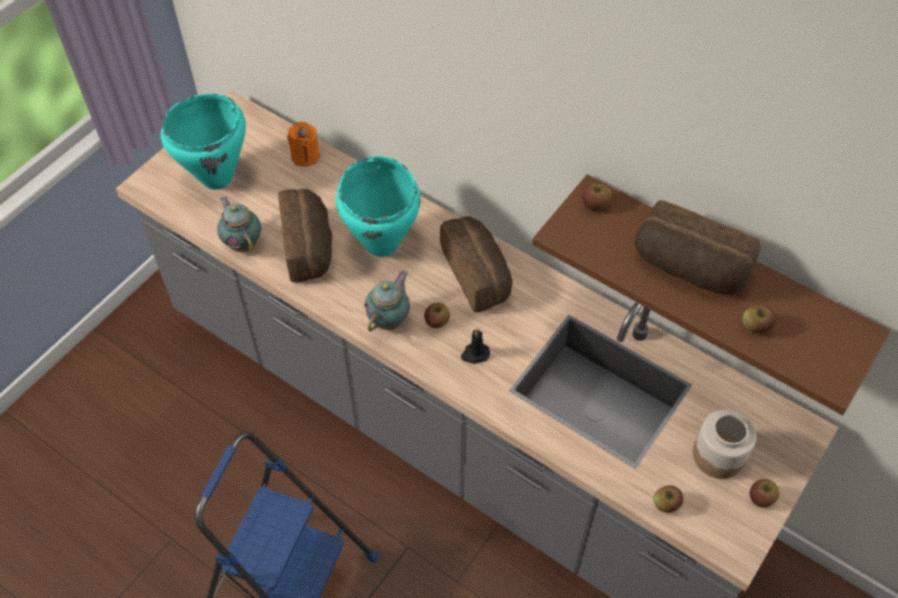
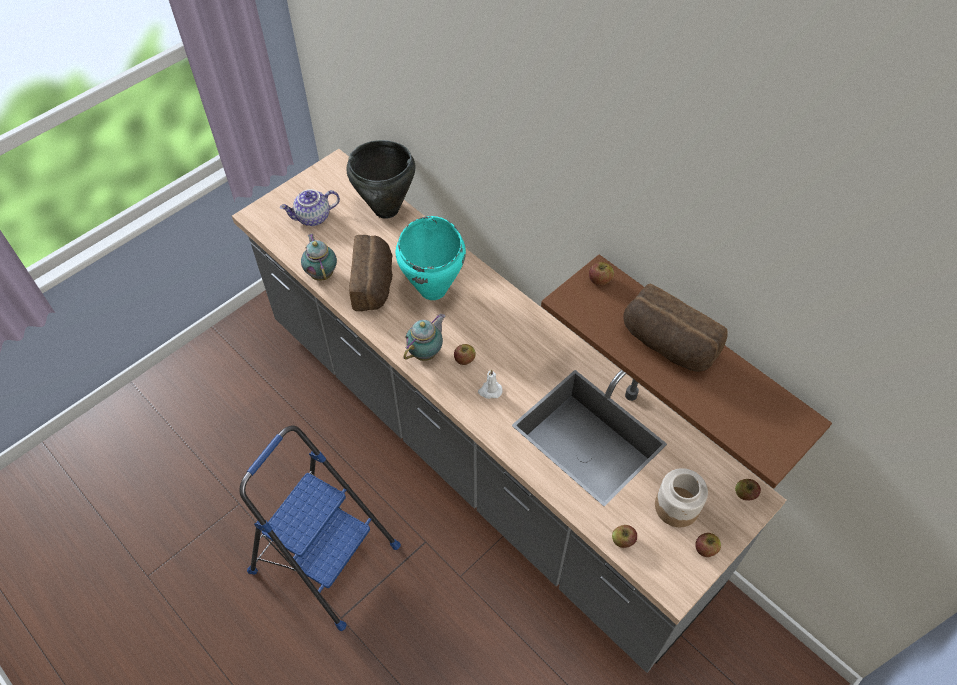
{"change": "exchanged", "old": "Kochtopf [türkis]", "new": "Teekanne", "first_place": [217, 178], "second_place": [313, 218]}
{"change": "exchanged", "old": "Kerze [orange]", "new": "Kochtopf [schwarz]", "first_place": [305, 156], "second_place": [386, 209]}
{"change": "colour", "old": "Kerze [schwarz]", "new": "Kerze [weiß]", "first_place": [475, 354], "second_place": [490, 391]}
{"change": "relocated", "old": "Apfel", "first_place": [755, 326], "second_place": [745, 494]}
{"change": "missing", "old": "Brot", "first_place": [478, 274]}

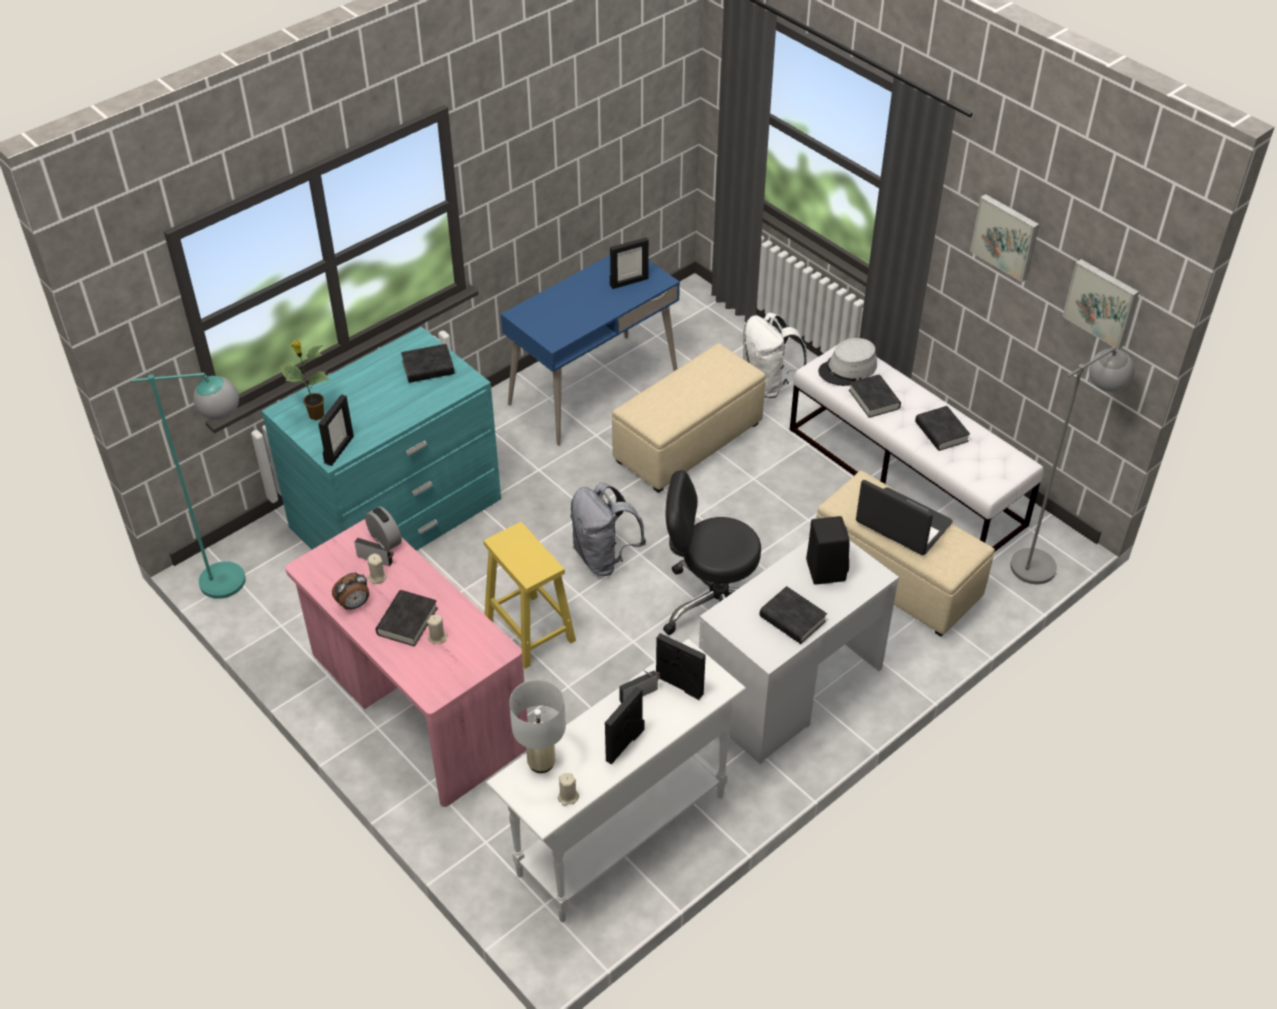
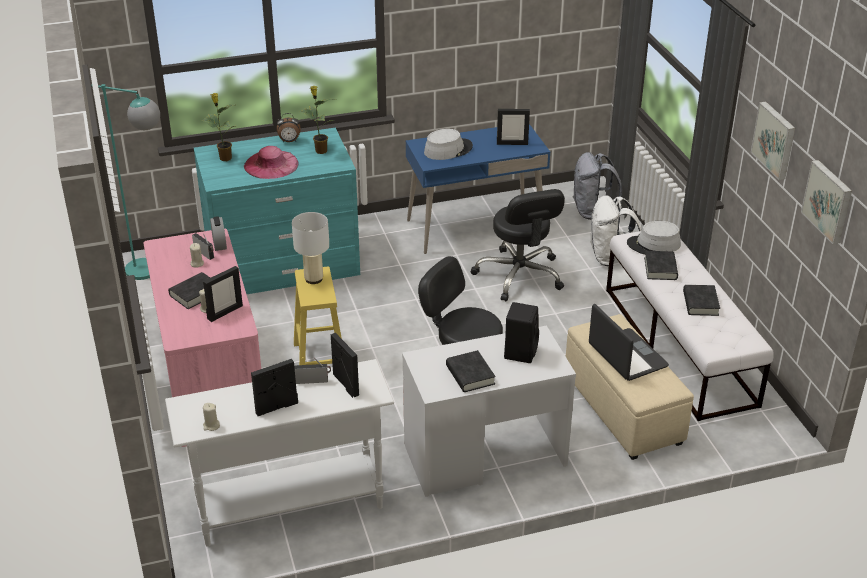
{"change": "relocated", "old": "Bilderrahmen", "first_place": [339, 450], "second_place": [225, 312]}
{"change": "appeared", "new": "Hut [rosa]", "second_place": [271, 164]}
{"change": "relocated", "old": "Wecker", "first_place": [354, 605], "second_place": [289, 141]}
{"change": "relocated", "old": "Tischlampe [weiß]", "first_place": [542, 763], "second_place": [314, 279]}
{"change": "exchanged", "old": "Buch [schwarz]", "new": "Topfpflanze", "first_place": [428, 367], "second_place": [320, 151]}
{"change": "appeared", "new": "Hut [grau]", "second_place": [448, 150]}
{"change": "exchanged", "old": "Polsterhocker [beige]", "new": "Bürostuhl [schwarz]", "first_place": [687, 443], "second_place": [520, 278]}
{"change": "relocated", "old": "Rucksack [grau]", "first_place": [604, 558], "second_place": [592, 211]}
{"change": "missing", "old": "Stehlampe [grau]", "first_place": [1044, 559]}

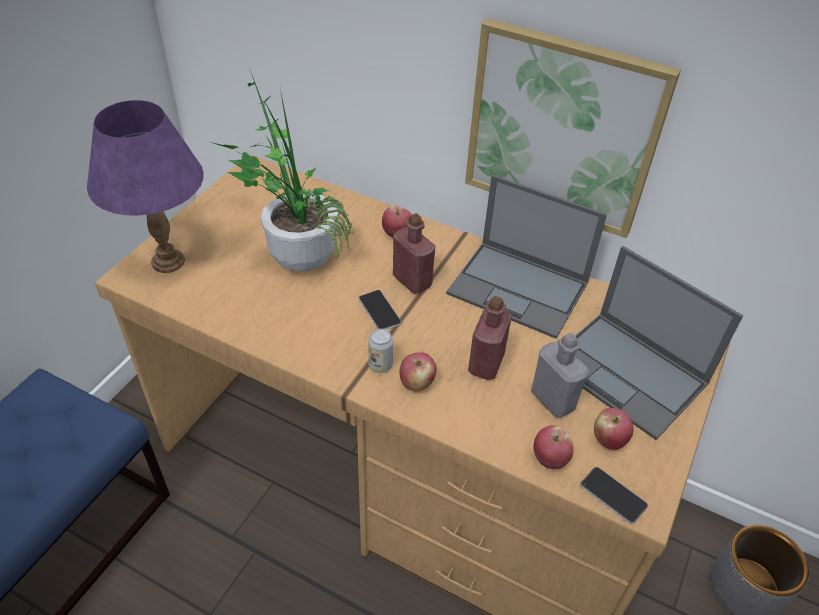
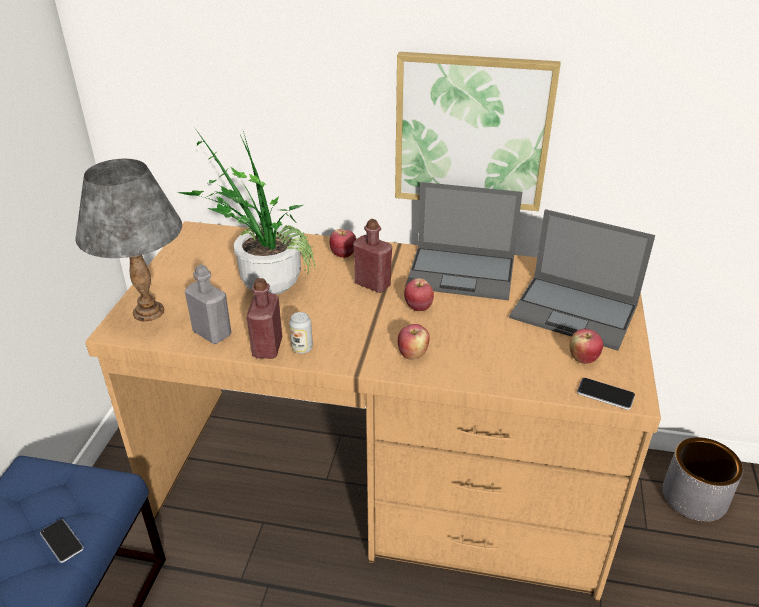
{"change": "relocated", "old": "Handy", "first_place": [379, 311], "second_place": [62, 541]}
{"change": "colour", "old": "Tischlampe [lila]", "new": "Tischlampe [grau]", "first_place": [168, 262], "second_place": [149, 312]}
{"change": "relocated", "old": "Flasche [grau]", "first_place": [553, 400], "second_place": [212, 333]}
{"change": "relocated", "old": "Flasche [rot]", "first_place": [486, 363], "second_place": [267, 348]}
{"change": "relocated", "old": "Dose", "first_place": [380, 365], "second_place": [302, 348]}
{"change": "relocated", "old": "Apfel", "first_place": [549, 459], "second_place": [418, 307]}

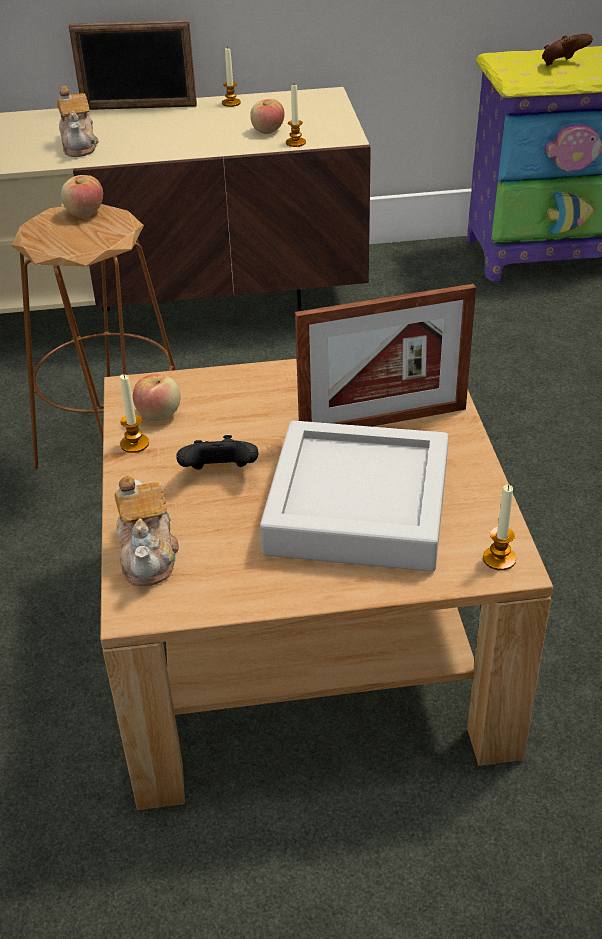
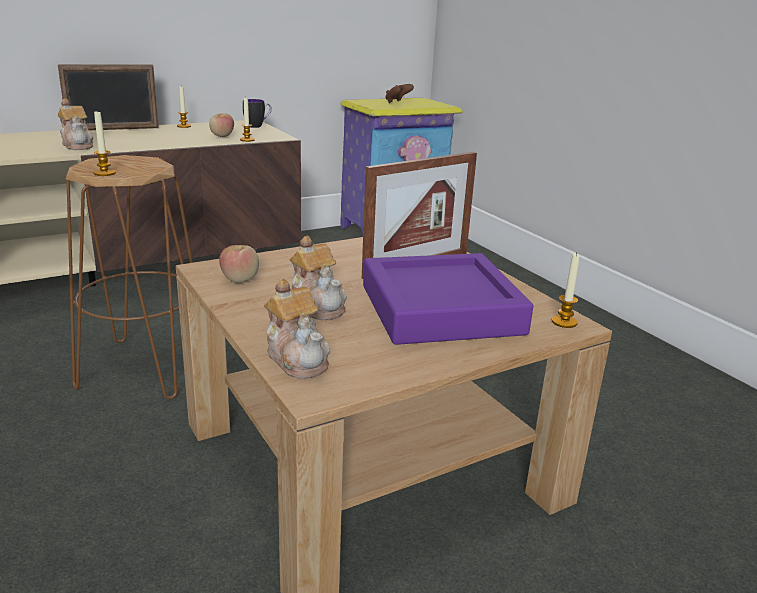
{"change": "relocated", "old": "Kerze", "first_place": [134, 444], "second_place": [104, 173]}
{"change": "appeared", "new": "Henkelbecher", "second_place": [258, 126]}
{"change": "exchanged", "old": "Gamepad [schwarz]", "new": "Teekanne", "first_place": [220, 474], "second_place": [318, 305]}
{"change": "colour", "old": "Tablett [grau]", "new": "Tablett [lila]", "first_place": [358, 507], "second_place": [440, 309]}
{"change": "missing", "old": "Apfel", "first_place": [84, 213]}

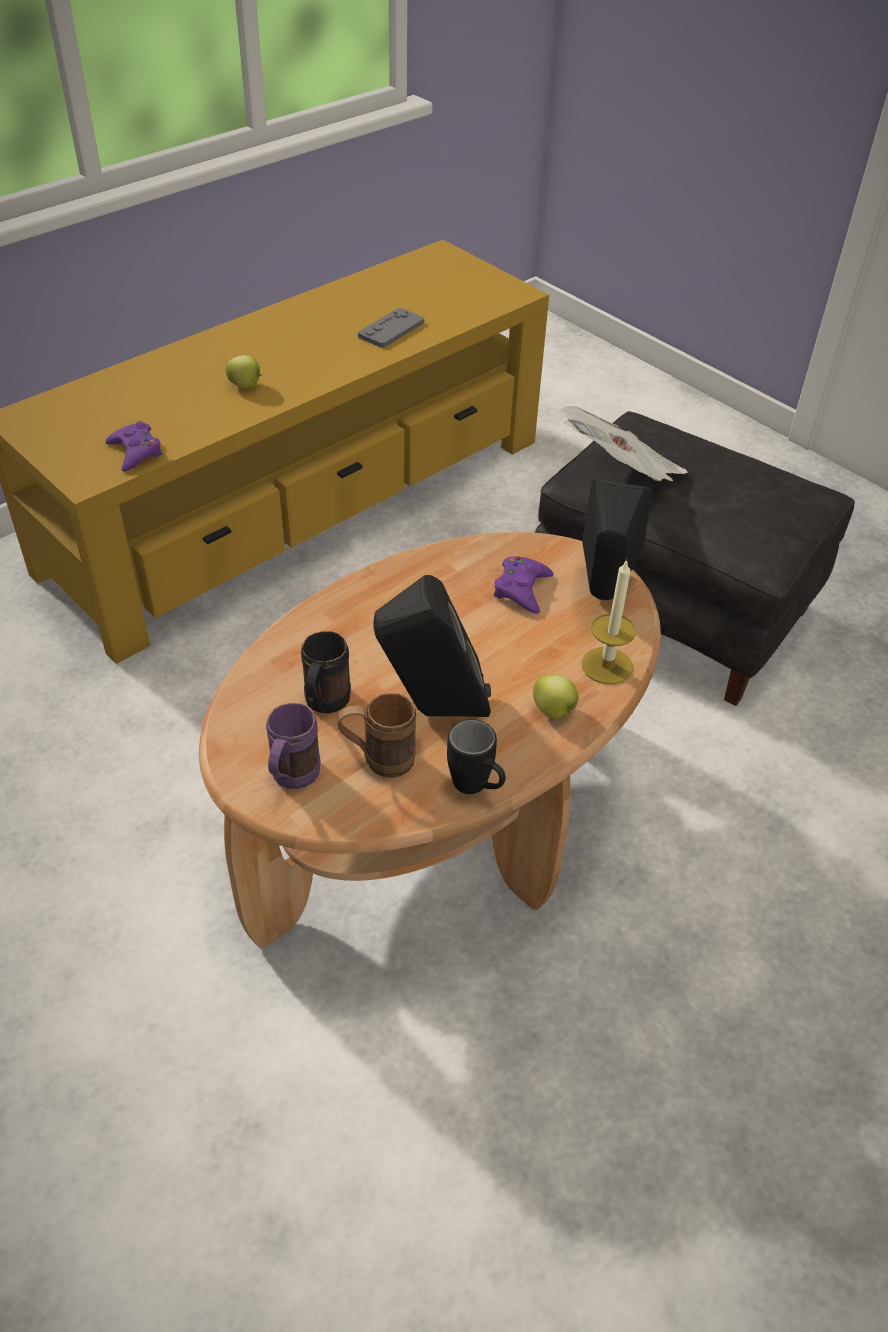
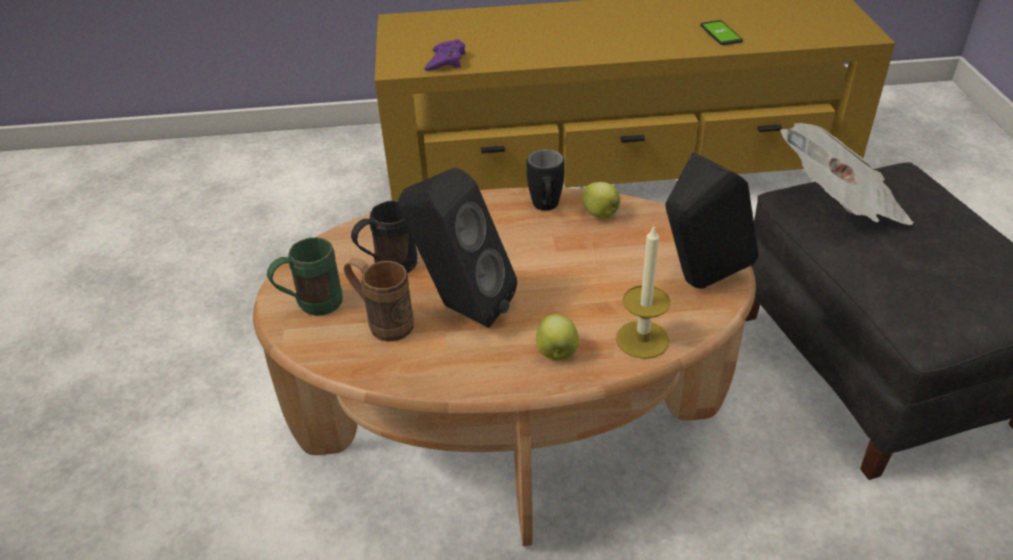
{"change": "colour", "old": "Henkelbecher [lila]", "new": "Henkelbecher [grün]", "first_place": [291, 780], "second_place": [311, 306]}
{"change": "relocated", "old": "Henkelbecher [schwarz]", "first_place": [477, 789], "second_place": [546, 208]}
{"change": "relocated", "old": "Apfel", "first_place": [246, 386], "second_place": [601, 215]}
{"change": "exchanged", "old": "Gamepad [grau]", "new": "Handy", "first_place": [391, 329], "second_place": [721, 34]}
{"change": "missing", "old": "Gamepad [lila]", "first_place": [522, 589]}

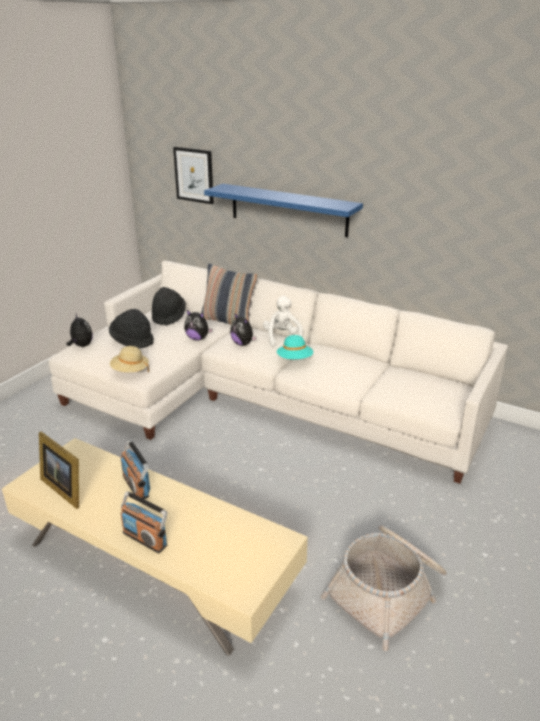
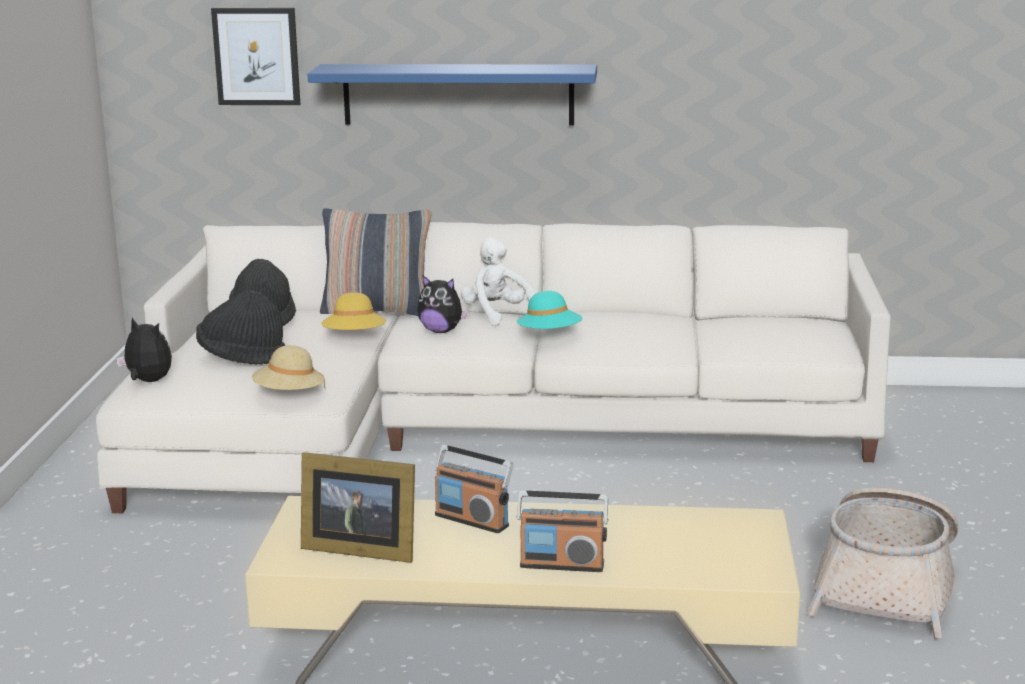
{"change": "exchanged", "old": "Plüschtier", "new": "Hut [gelb]", "first_place": [198, 338], "second_place": [354, 337]}

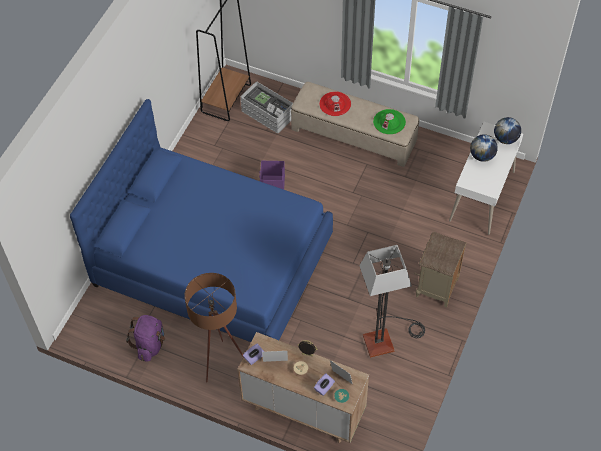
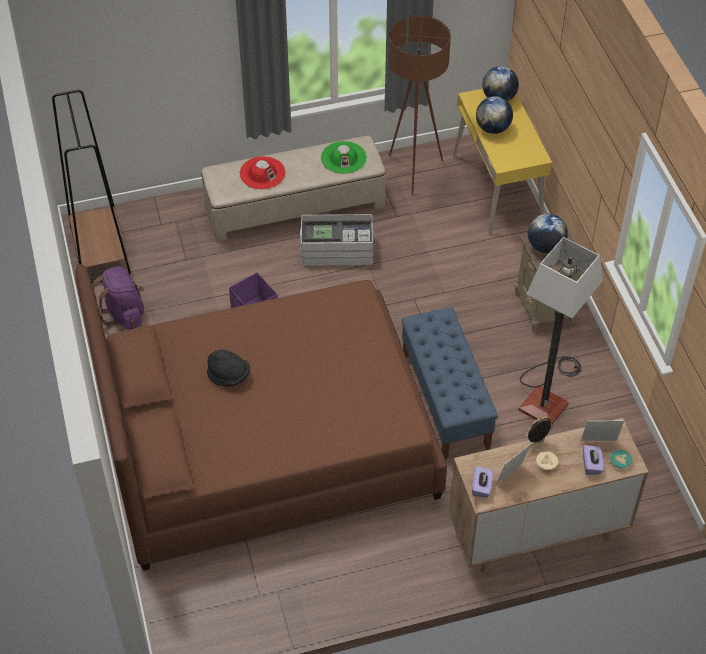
{"change": "colour", "old": "Bett [blau]", "new": "Bett [braun]", "first_place": [213, 260], "second_place": [267, 442]}
{"change": "relocated", "old": "Rucksack [lila]", "first_place": [150, 344], "second_place": [124, 313]}
{"change": "appeared", "new": "Hut [schwarz]", "second_place": [229, 376]}
{"change": "relocated", "old": "Aufbewahrungsbox [grau]", "first_place": [268, 113], "second_place": [337, 250]}
{"change": "relocated", "old": "Stehlampe [braun]", "first_place": [222, 367], "second_place": [413, 175]}
{"change": "appeared", "new": "Bank [blau]", "second_place": [445, 401]}
{"change": "colour", "old": "Schreibtisch [weiß]", "new": "Schreibtisch [gelb]", "first_place": [482, 196], "second_place": [497, 188]}
{"change": "appeared", "new": "Globus", "second_place": [545, 246]}

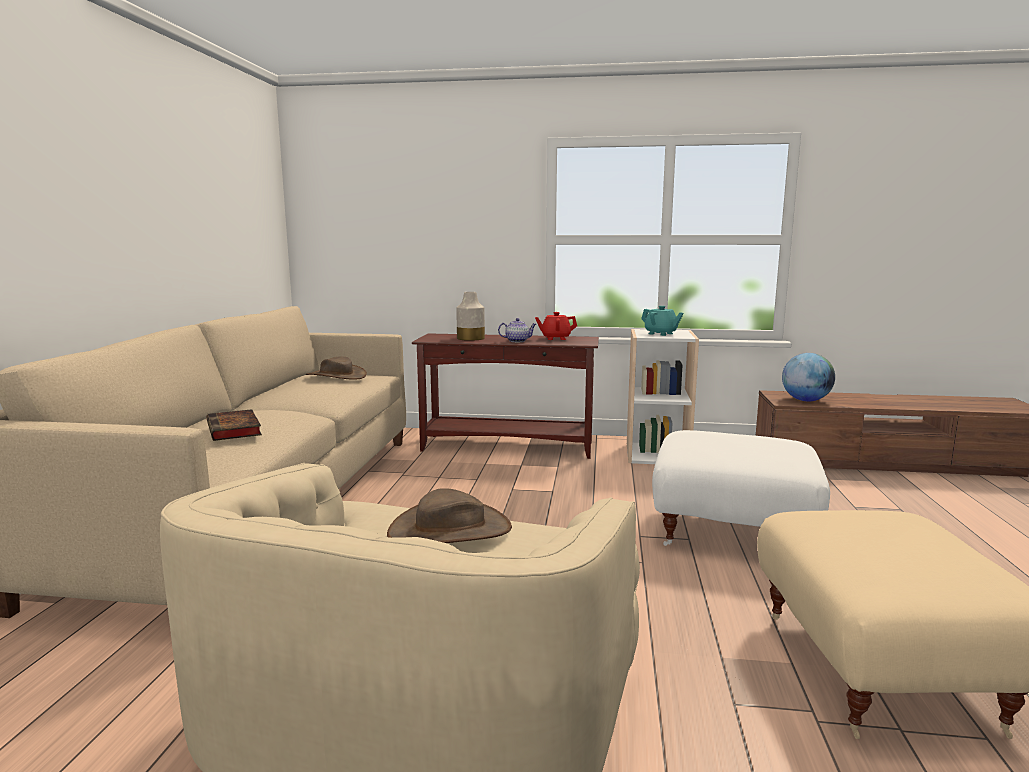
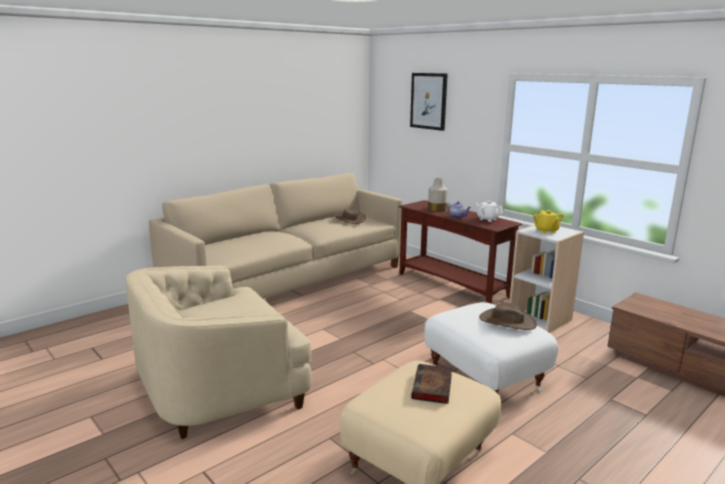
{"change": "appeared", "new": "Bild", "second_place": [428, 101]}
{"change": "relocated", "old": "Buch", "first_place": [235, 430], "second_place": [432, 387]}
{"change": "colour", "old": "Teekanne [rot]", "new": "Teekanne [weiß]", "first_place": [555, 338], "second_place": [487, 219]}
{"change": "relocated", "old": "Hut [braun]", "first_place": [450, 530], "second_place": [507, 321]}
{"change": "colour", "old": "Teekanne [türkis]", "new": "Teekanne [gelb]", "first_place": [661, 333], "second_place": [546, 231]}
{"change": "missing", "old": "Globus", "first_place": [805, 400]}

